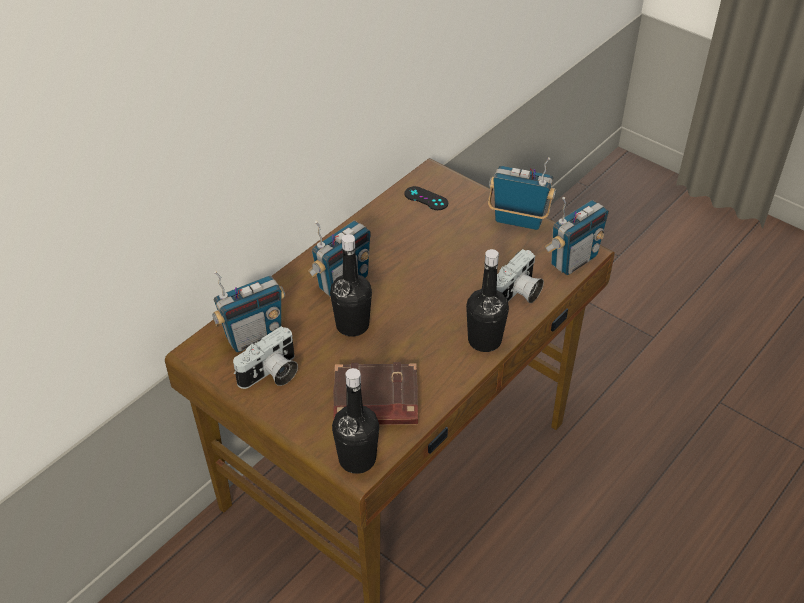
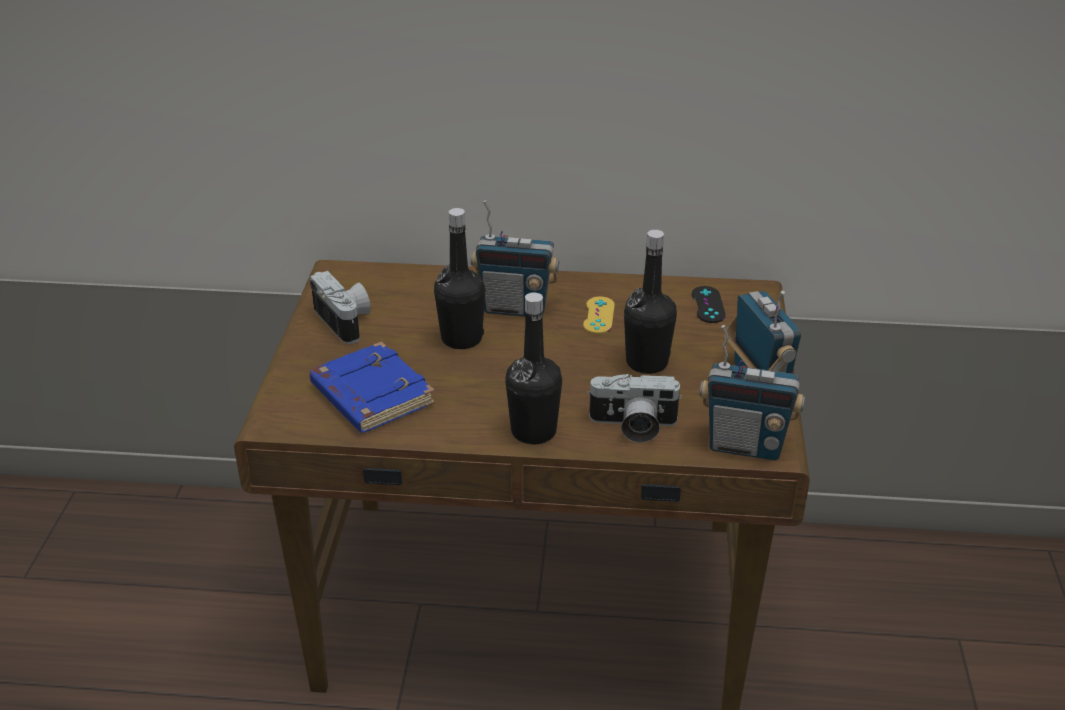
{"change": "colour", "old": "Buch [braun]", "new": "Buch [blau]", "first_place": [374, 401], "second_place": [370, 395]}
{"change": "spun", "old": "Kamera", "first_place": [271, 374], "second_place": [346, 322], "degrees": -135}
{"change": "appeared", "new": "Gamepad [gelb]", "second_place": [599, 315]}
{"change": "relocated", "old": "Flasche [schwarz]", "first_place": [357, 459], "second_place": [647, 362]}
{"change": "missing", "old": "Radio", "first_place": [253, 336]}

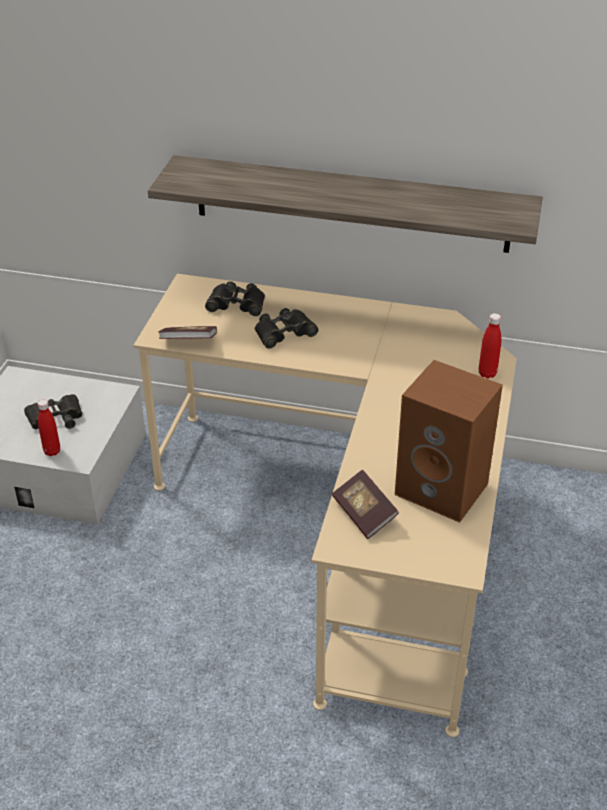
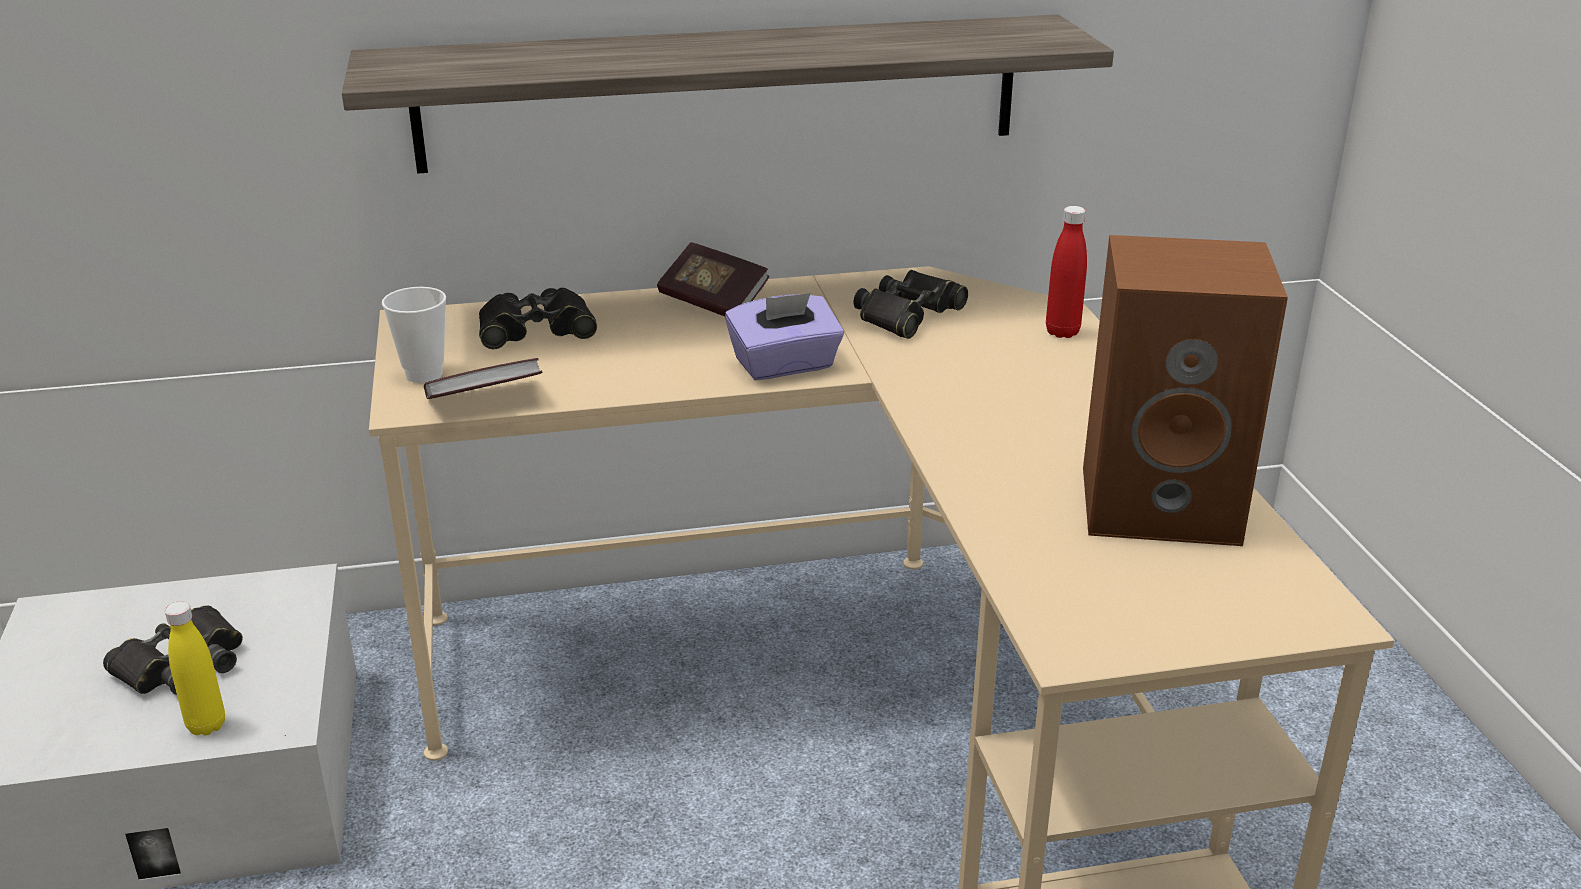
{"change": "colour", "old": "Flasche [rot]", "new": "Flasche [gelb]", "first_place": [52, 451], "second_place": [206, 725]}
{"change": "appeared", "new": "Tasse", "second_place": [424, 374]}
{"change": "relocated", "old": "Buch", "first_place": [364, 514], "second_place": [713, 301]}
{"change": "appeared", "new": "Taschentuchbox [lila]", "second_place": [785, 366]}
{"change": "relocated", "old": "Fernglas [schwarz]", "first_place": [284, 333], "second_place": [907, 314]}

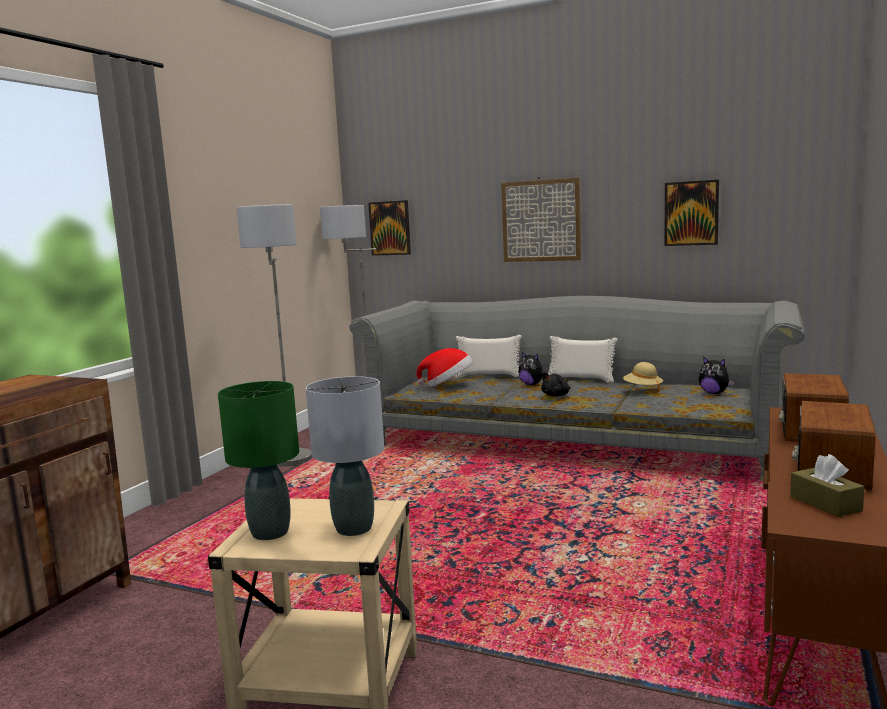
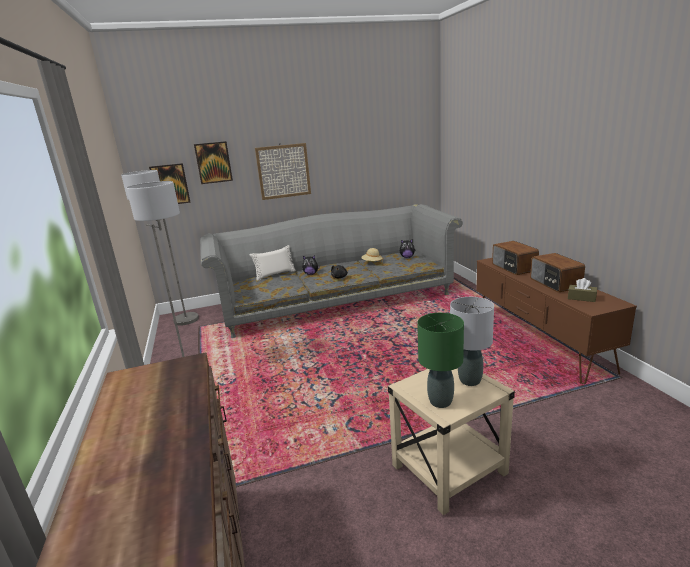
{"change": "relocated", "old": "Bild", "first_place": [691, 213], "second_place": [213, 162]}
{"change": "missing", "old": "Hut", "first_place": [447, 385]}
{"change": "missing", "old": "Kissen [weiß]", "first_place": [581, 379]}

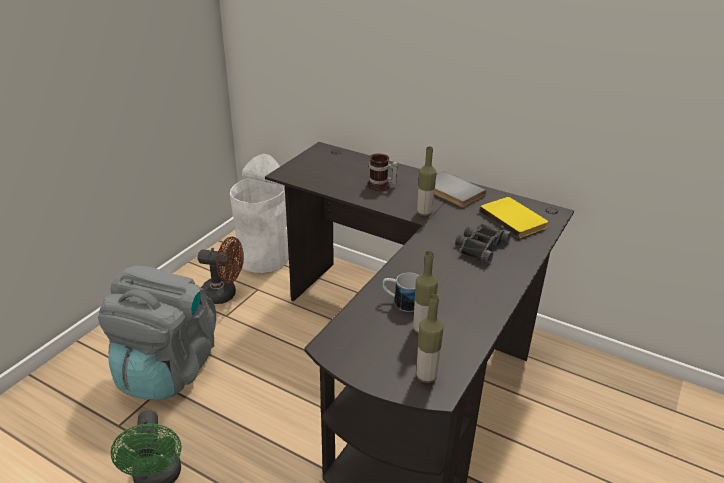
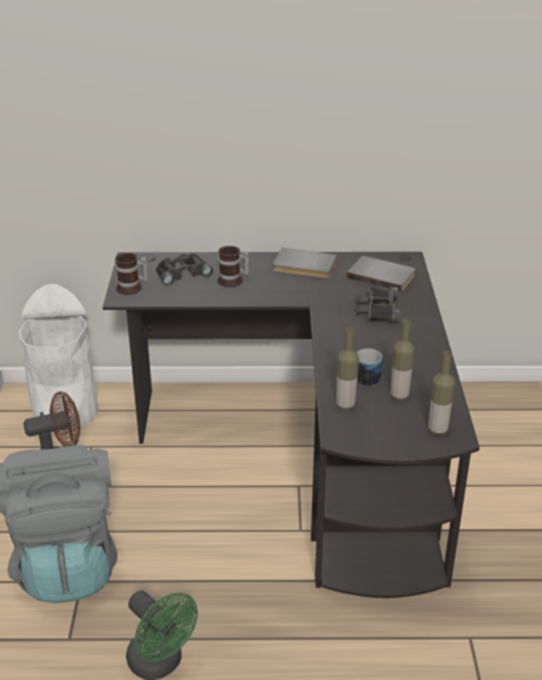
{"change": "appeared", "new": "Henkelbecher", "second_place": [132, 288]}
{"change": "appeared", "new": "Fernglas [schwarz]", "second_place": [182, 273]}
{"change": "relocated", "old": "Flasche", "first_place": [424, 213], "second_place": [345, 405]}
{"change": "colour", "old": "Buch [gelb]", "new": "Buch [grau]", "first_place": [514, 219], "second_place": [382, 275]}

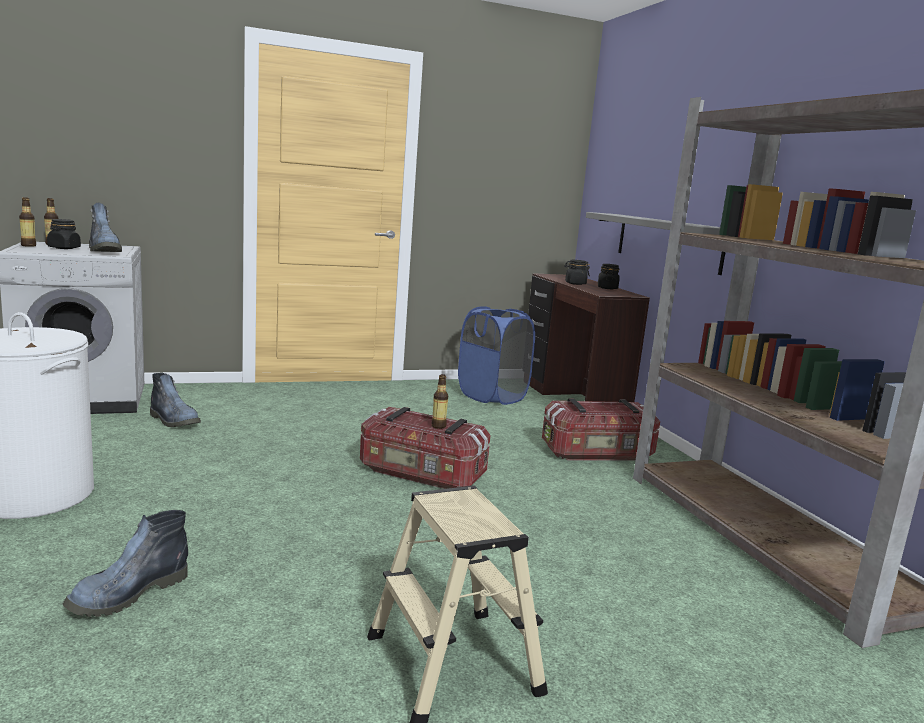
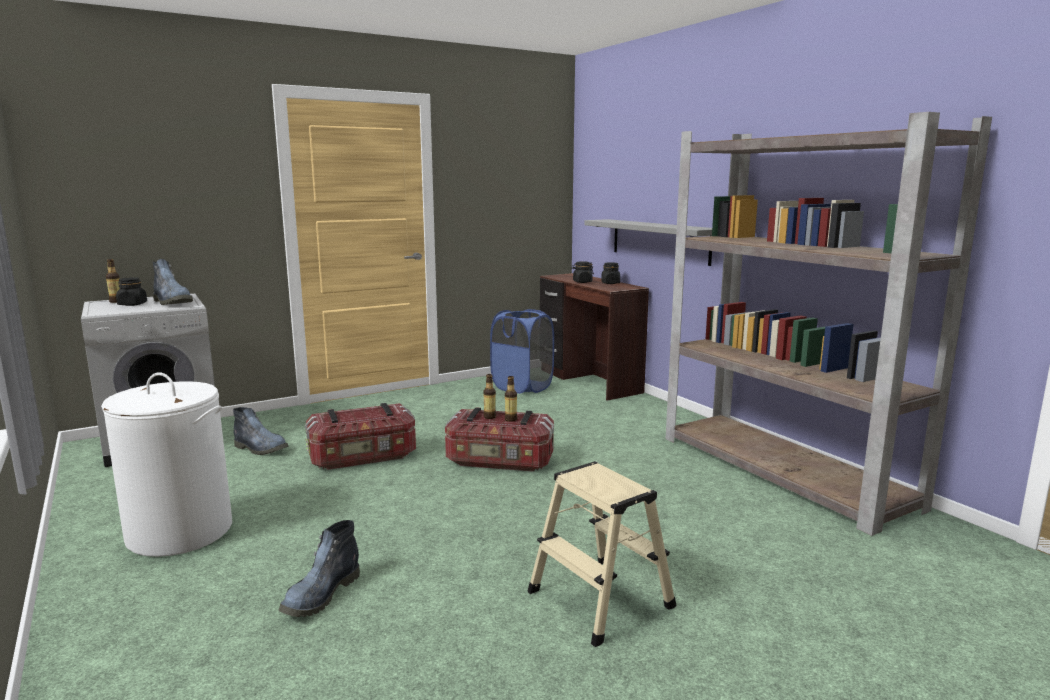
{"change": "relocated", "old": "Aufbewahrungsbox", "first_place": [598, 453], "second_place": [363, 457]}
{"change": "relocated", "old": "Flasche", "first_place": [28, 245], "second_place": [489, 417]}

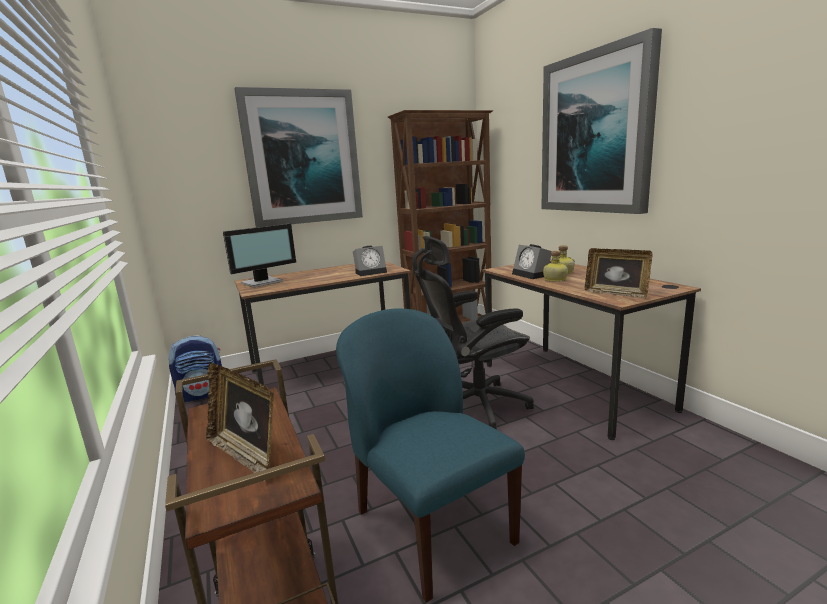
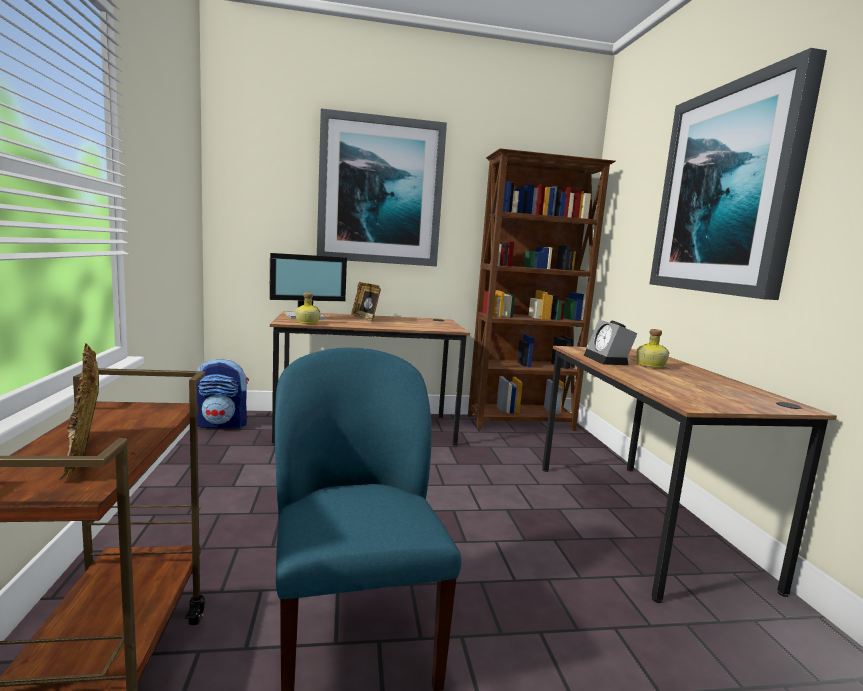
{"change": "relocated", "old": "Flasche", "first_place": [554, 280], "second_place": [306, 322]}
{"change": "relocated", "old": "Bilderrahmen", "first_place": [616, 293], "second_place": [365, 318]}
{"change": "missing", "old": "Wecker", "first_place": [371, 272]}
{"change": "missing", "old": "Bürostuhl", "first_place": [474, 407]}

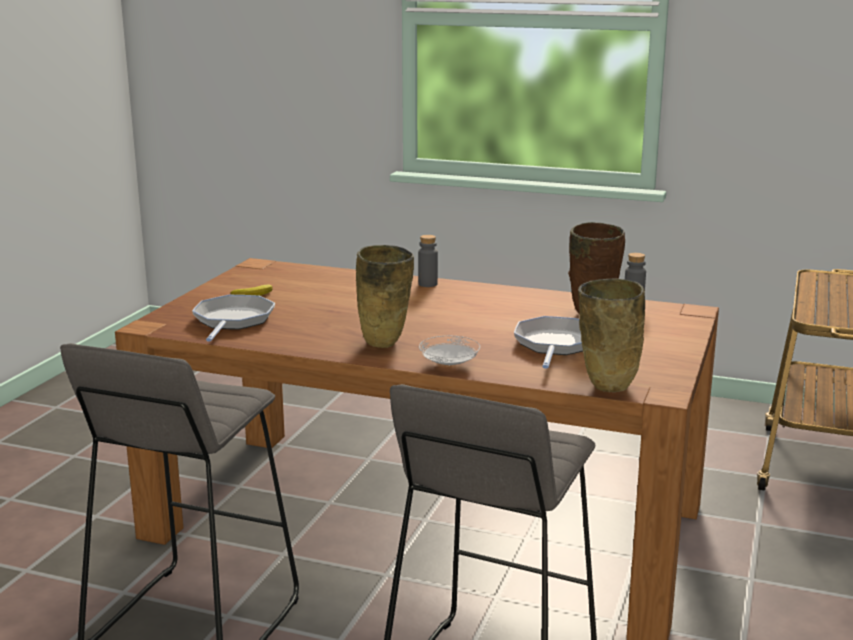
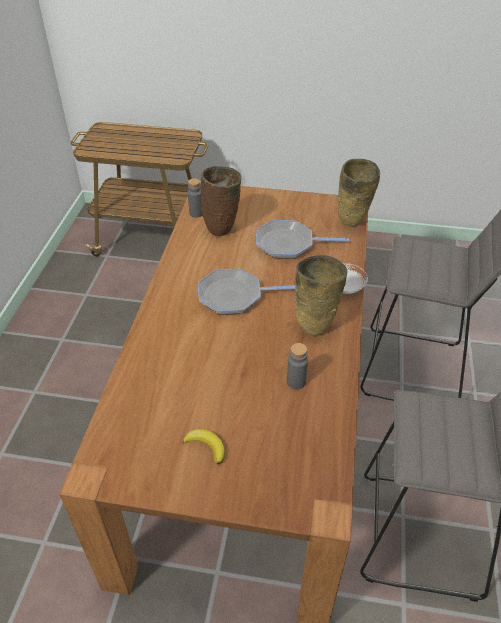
{"change": "relocated", "old": "Pfanne", "first_place": [233, 321], "second_place": [234, 296]}
{"change": "relocated", "old": "Flasche [grau]", "first_place": [427, 284], "second_place": [296, 382]}

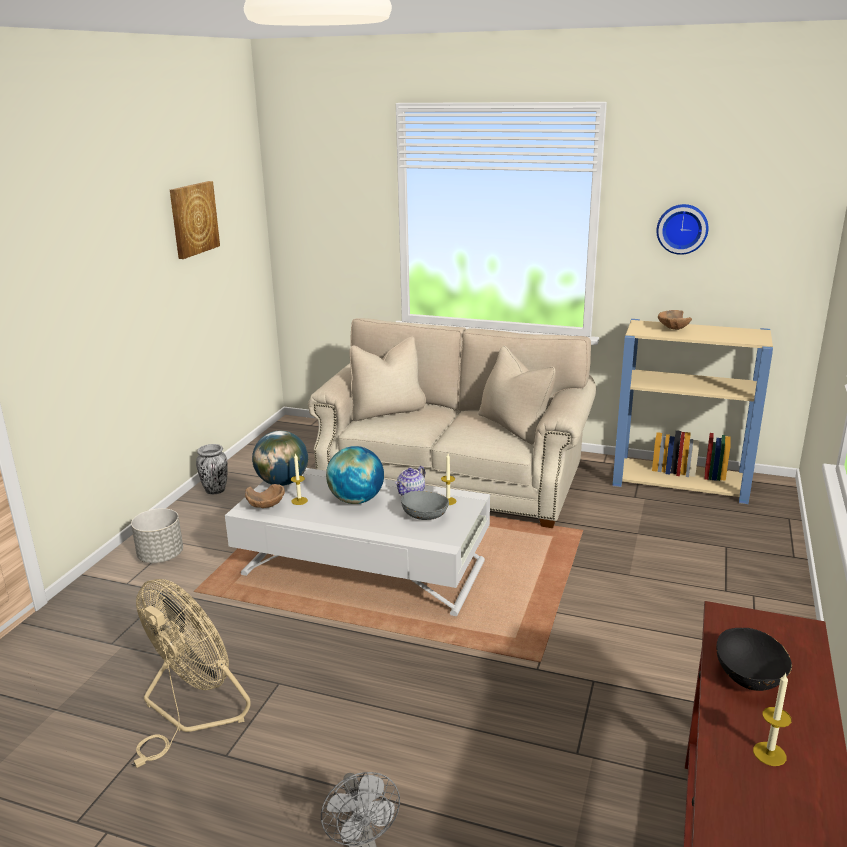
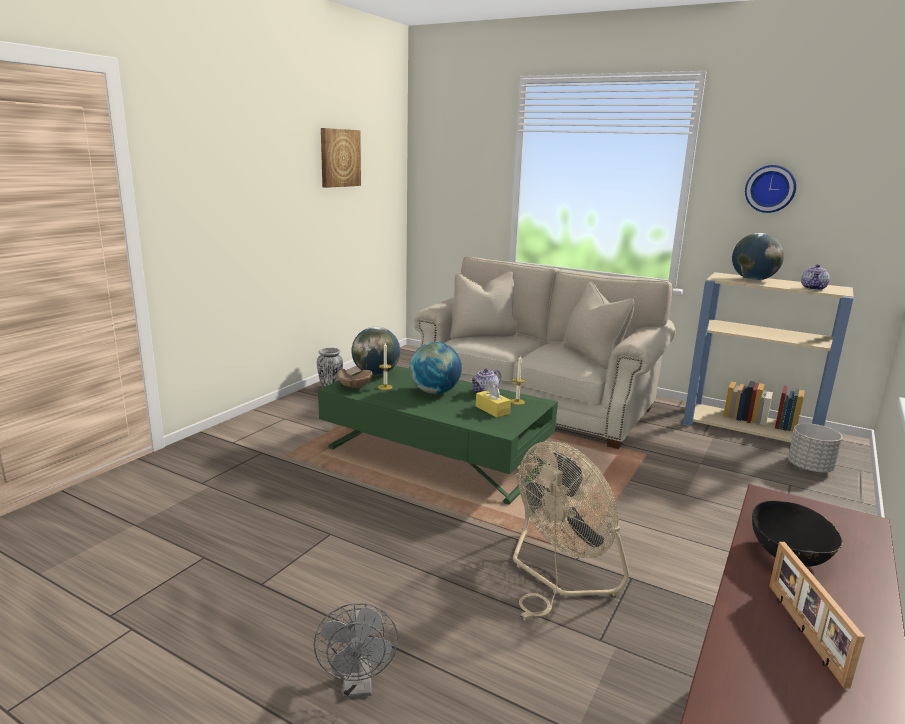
{"change": "colour", "old": "Couchtisch [weiß]", "new": "Couchtisch [grün]", "first_place": [364, 569], "second_place": [436, 458]}
{"change": "exchanged", "old": "Schüssel [grau]", "new": "Taschentuchbox [gelb]", "first_place": [425, 516], "second_place": [492, 410]}
{"change": "relocated", "old": "Ventilator [beige]", "first_place": [183, 709], "second_place": [553, 574]}
{"change": "exchanged", "old": "Schüssel [braun]", "new": "Globus", "first_place": [672, 329], "second_place": [753, 280]}
{"change": "exchanged", "old": "Kerze", "new": "Bilderrahmen", "first_place": [769, 754], "second_place": [803, 632]}
{"change": "relocated", "old": "Pflanzkübel [grau]", "first_place": [161, 556], "second_place": [809, 468]}
{"change": "appeared", "new": "Teekanne", "second_place": [814, 288]}

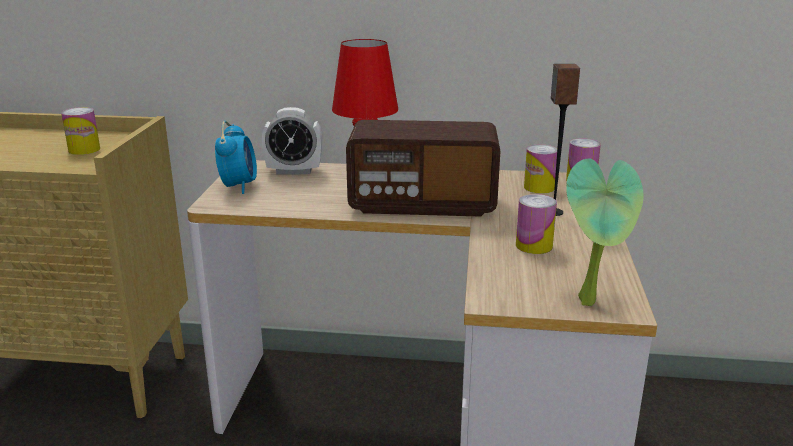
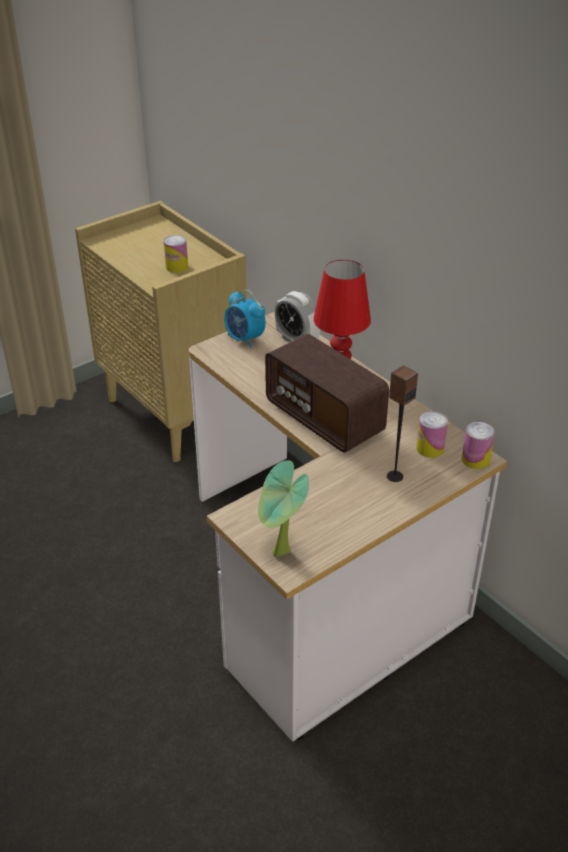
{"change": "spun", "old": "Wecker", "first_place": [239, 186], "second_place": [245, 339], "degrees": 90}
{"change": "missing", "old": "Dose", "first_place": [534, 246]}

